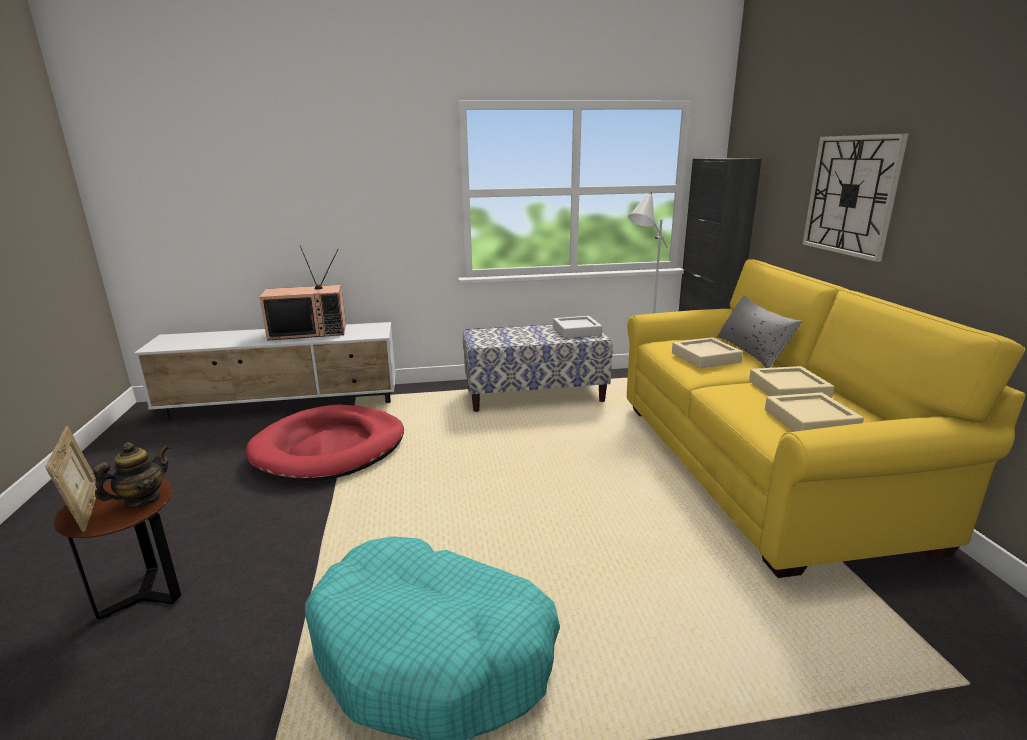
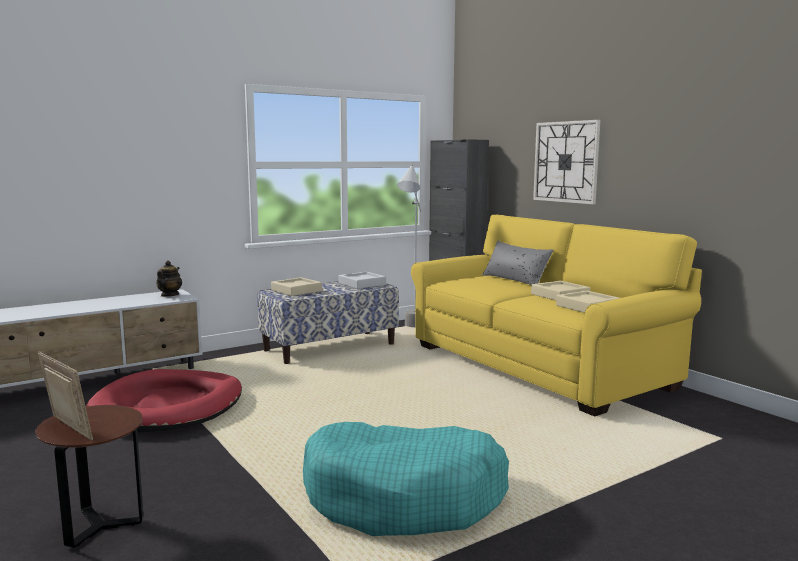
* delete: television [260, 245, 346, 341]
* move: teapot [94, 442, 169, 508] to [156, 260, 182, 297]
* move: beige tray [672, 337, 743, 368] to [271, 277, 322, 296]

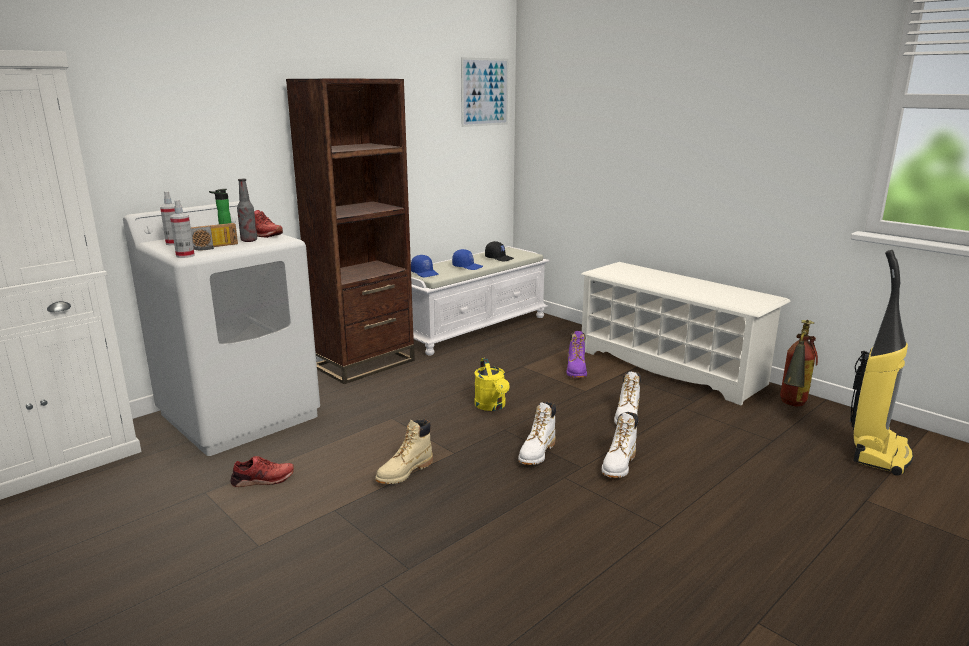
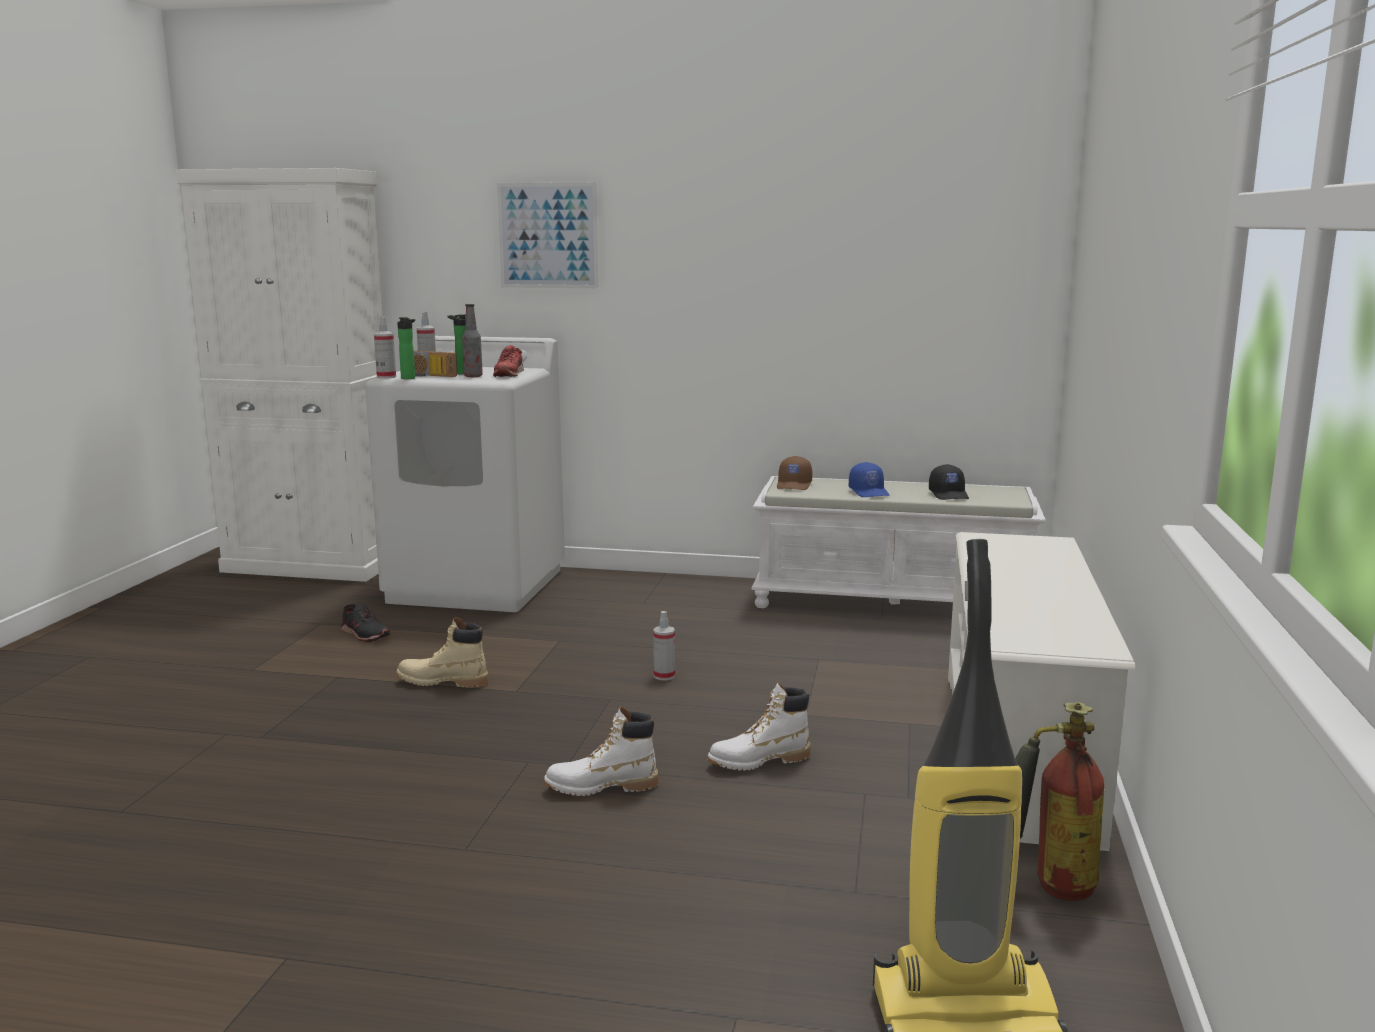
* delete: brown bookcase [286, 78, 415, 384]
* delete: white boot [518, 402, 556, 465]
* delete: purple boot [567, 331, 587, 378]
* insert: bottle [397, 317, 415, 379]
* move: picture [461, 57, 508, 127] to [497, 183, 598, 288]
* replace: yellow watering can [474, 358, 510, 411] to spray bottle [653, 611, 675, 680]
* recolor: red shoe [231, 456, 294, 487] to black shoe [341, 604, 390, 642]
* recolor: blue cap [411, 255, 439, 277] to brown cap [777, 456, 812, 490]

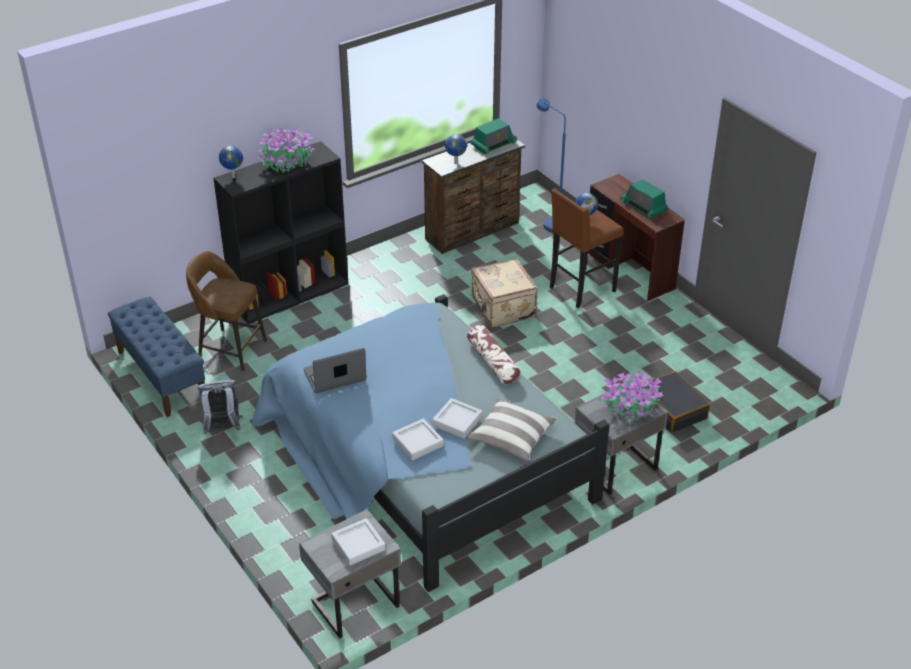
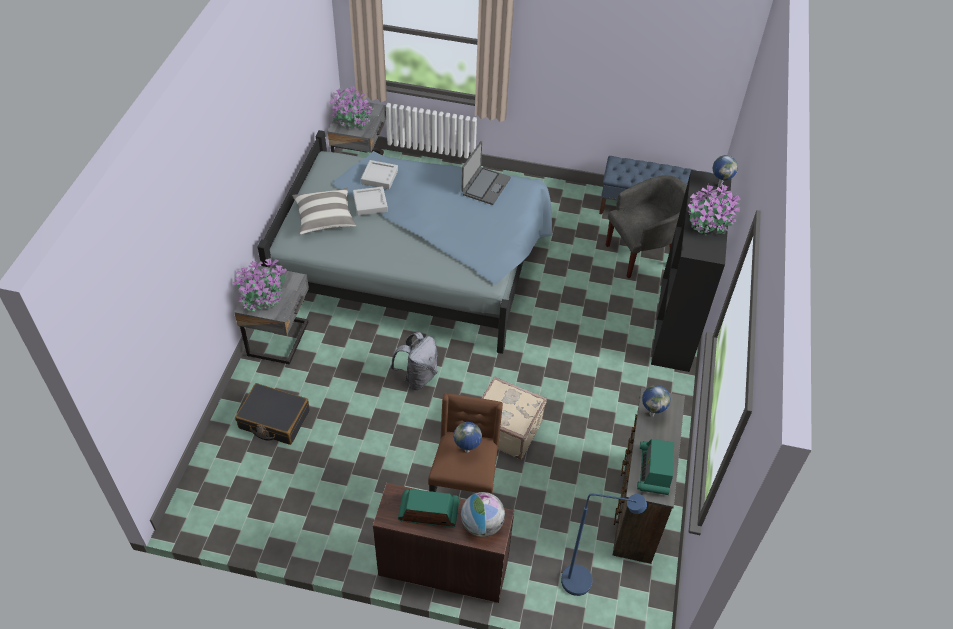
* delete: pillow [467, 325, 521, 384]
* insert: globe [461, 492, 505, 537]
* move: grey backpack [198, 379, 243, 434] to [390, 332, 438, 390]
* replace: brown stool [186, 251, 267, 371] to grey armchair [606, 175, 687, 278]
* replace: grey tray [331, 518, 385, 565] to potted plant [330, 86, 374, 129]

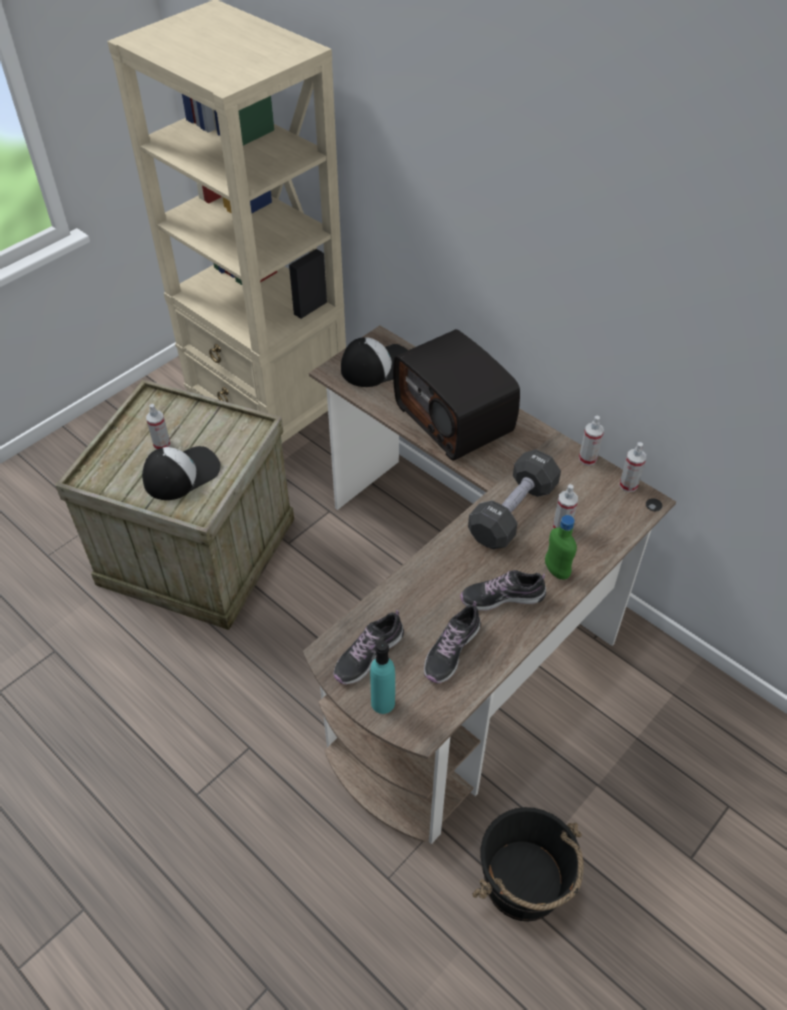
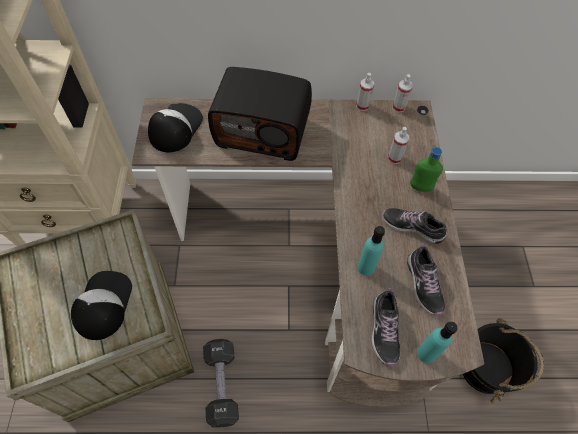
* delete: spray bottle [146, 404, 170, 450]
* insert: turquoise bottle [358, 226, 385, 276]
* move: black dumbbell [468, 449, 561, 549] to [203, 339, 239, 428]
* rotate: shoe [460, 570, 546, 611] = [382, 208, 448, 244] 75 degrees clockwise

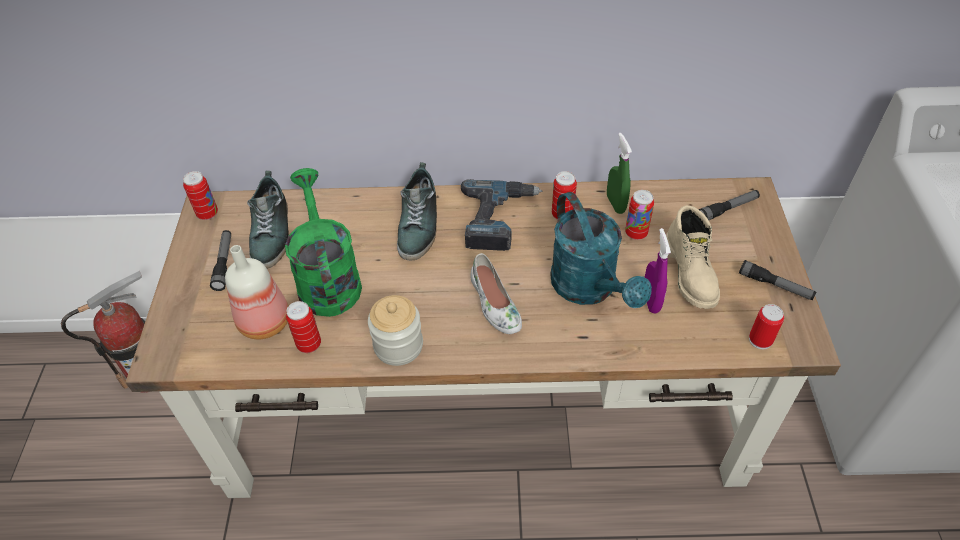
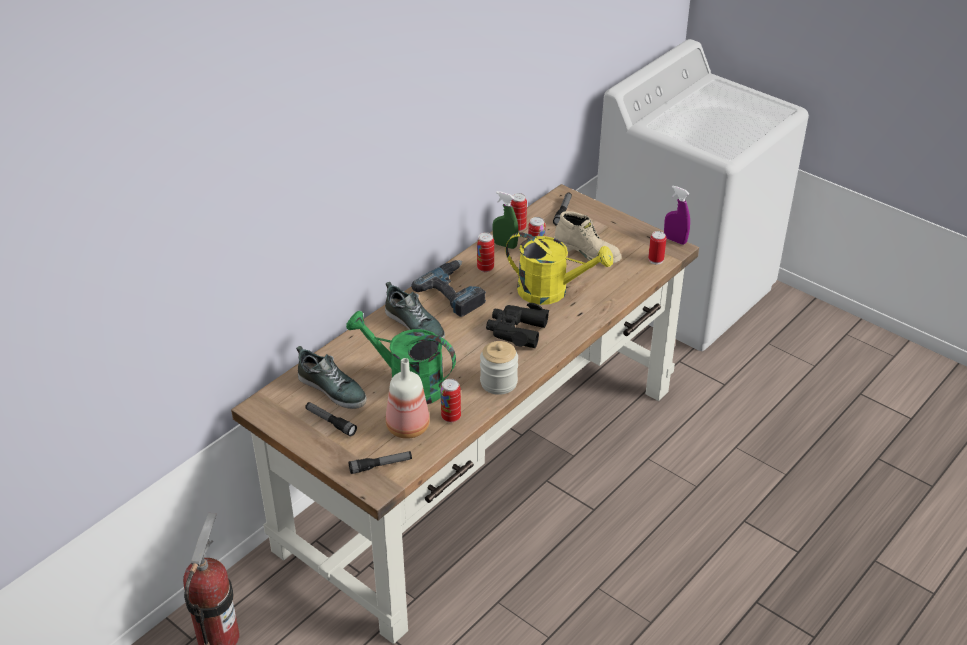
* move: can [183, 171, 218, 220] to [511, 193, 527, 232]
* move: purple spray bottle [645, 228, 671, 314] to [664, 185, 690, 245]
* move: flashlight [739, 260, 816, 301] to [348, 451, 412, 474]
* replace: white shoe [470, 253, 522, 334] to black binoculars [486, 303, 549, 348]
* recolor: turquoise watering can [550, 192, 652, 308] to yellow watering can [505, 232, 613, 305]

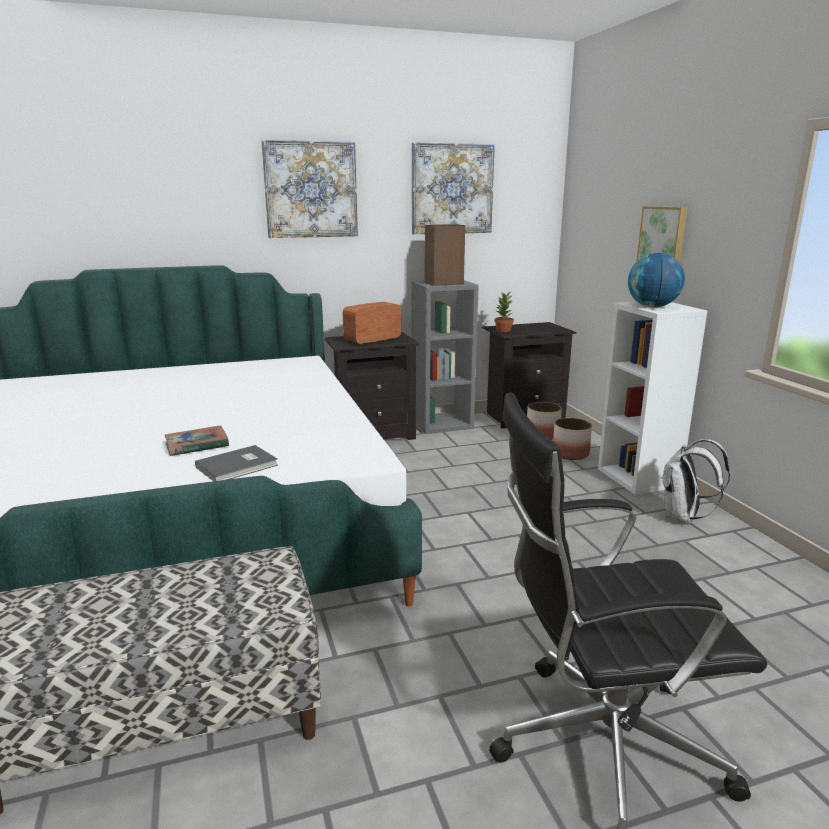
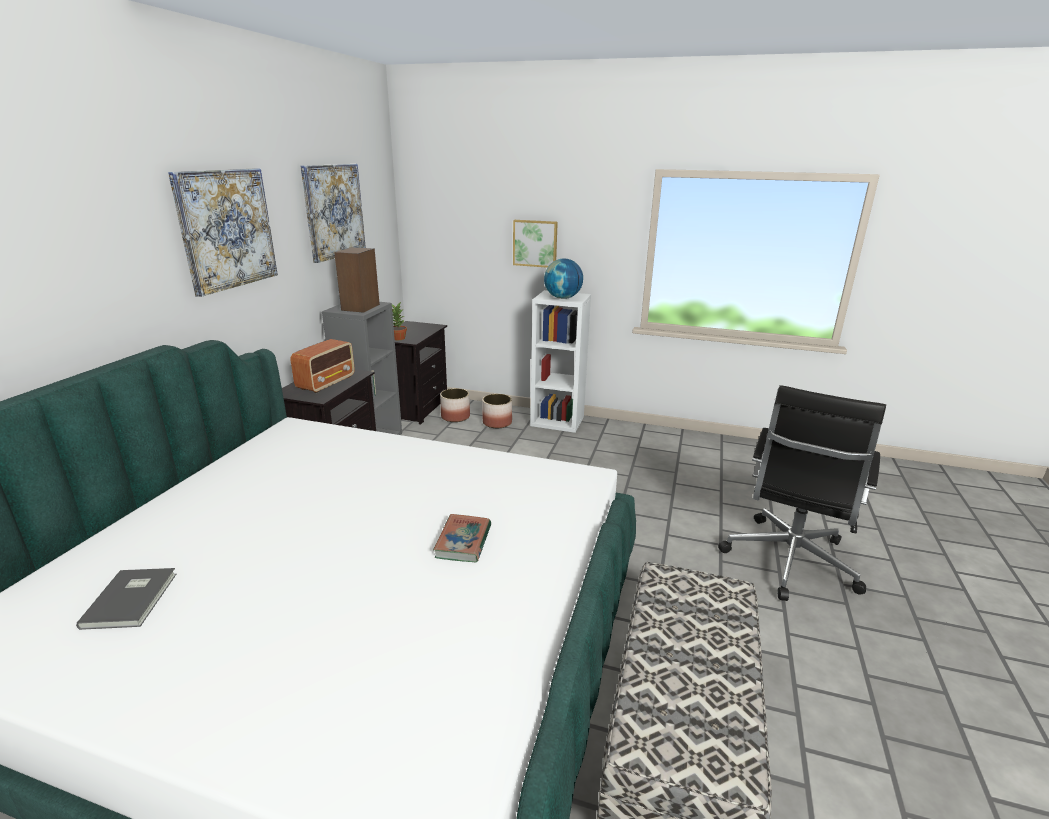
* delete: white backpack [662, 439, 730, 523]
* move: grey book [195, 445, 278, 481] to [76, 568, 176, 630]
* rotate: radio [343, 302, 401, 345] = [291, 339, 354, 393] 150 degrees counterclockwise

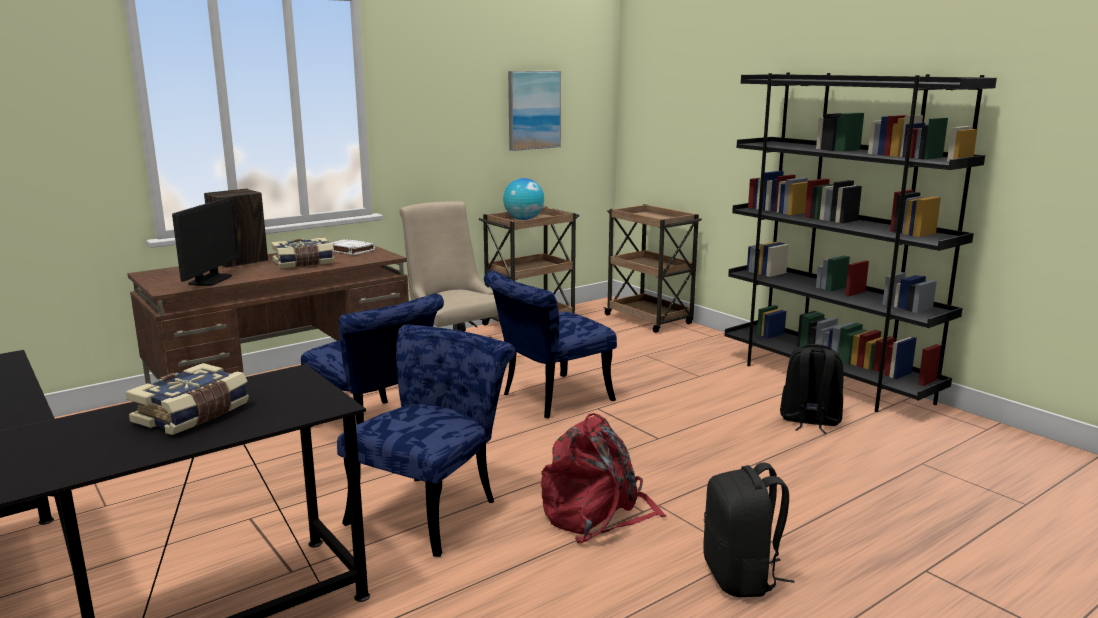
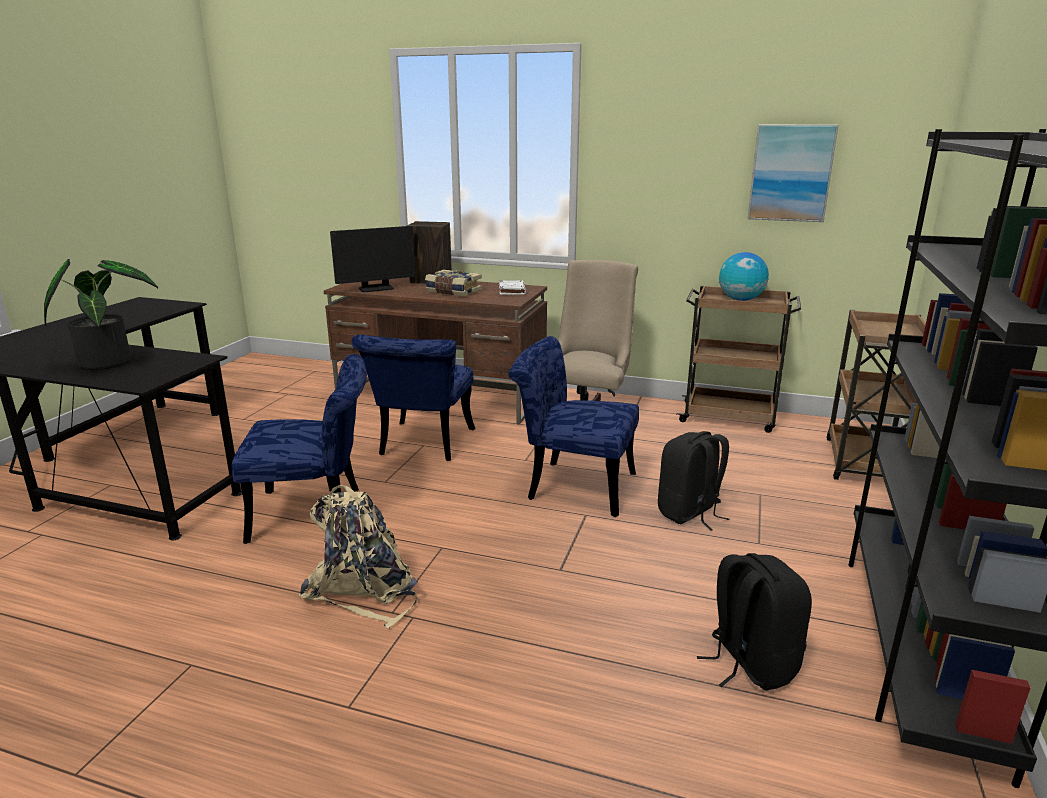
* move: black backpack [703, 463, 794, 597] to [658, 431, 730, 531]
* replace: book [125, 363, 249, 435] to potted plant [44, 259, 158, 370]
* recolor: red backpack [541, 413, 667, 543] to beige backpack [299, 485, 418, 628]

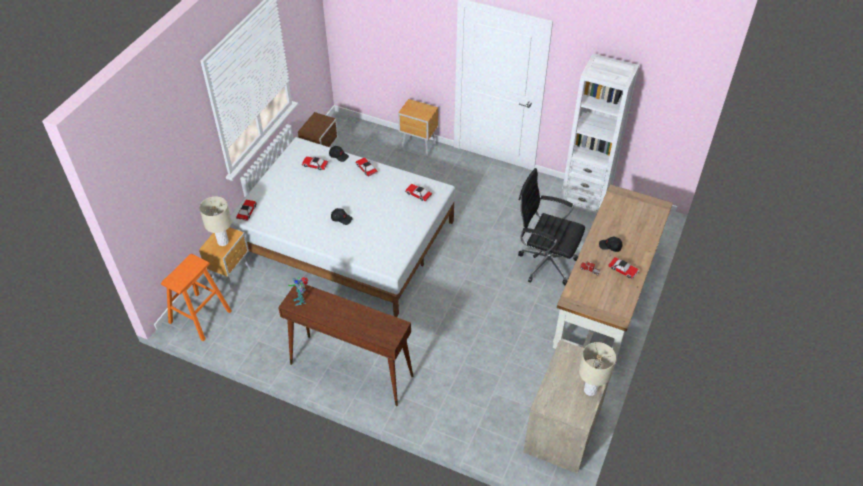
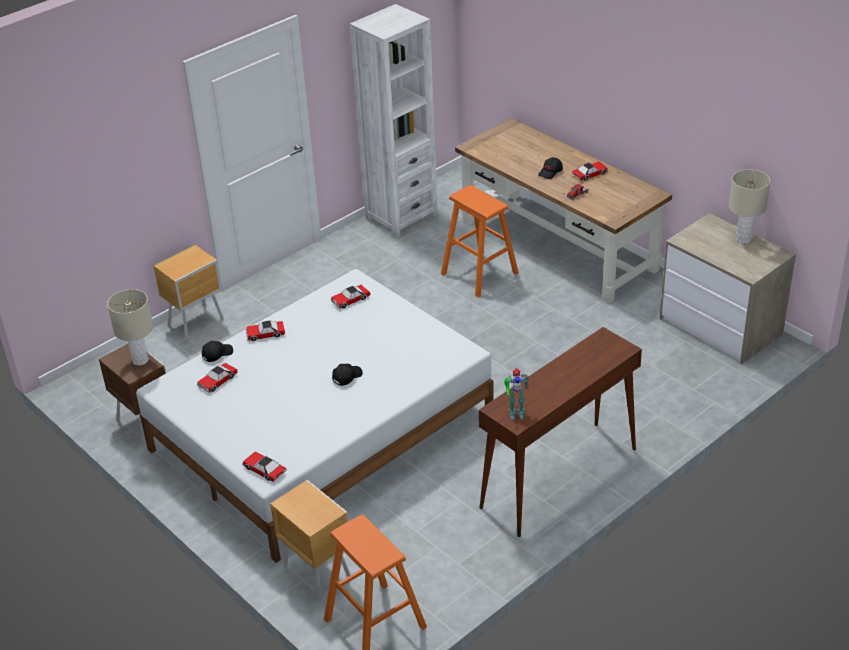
* move: beige table lamp [199, 196, 232, 246] to [107, 289, 153, 365]
* replace: black office chair [518, 168, 585, 286] to orange stool [441, 185, 519, 297]

